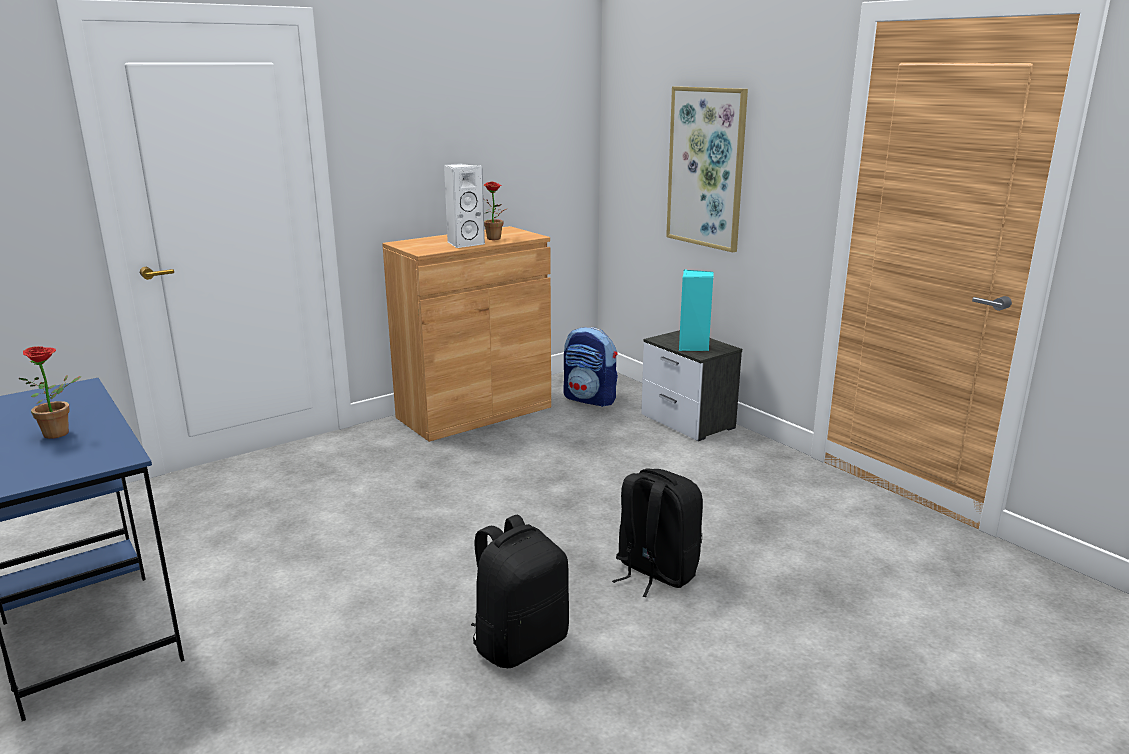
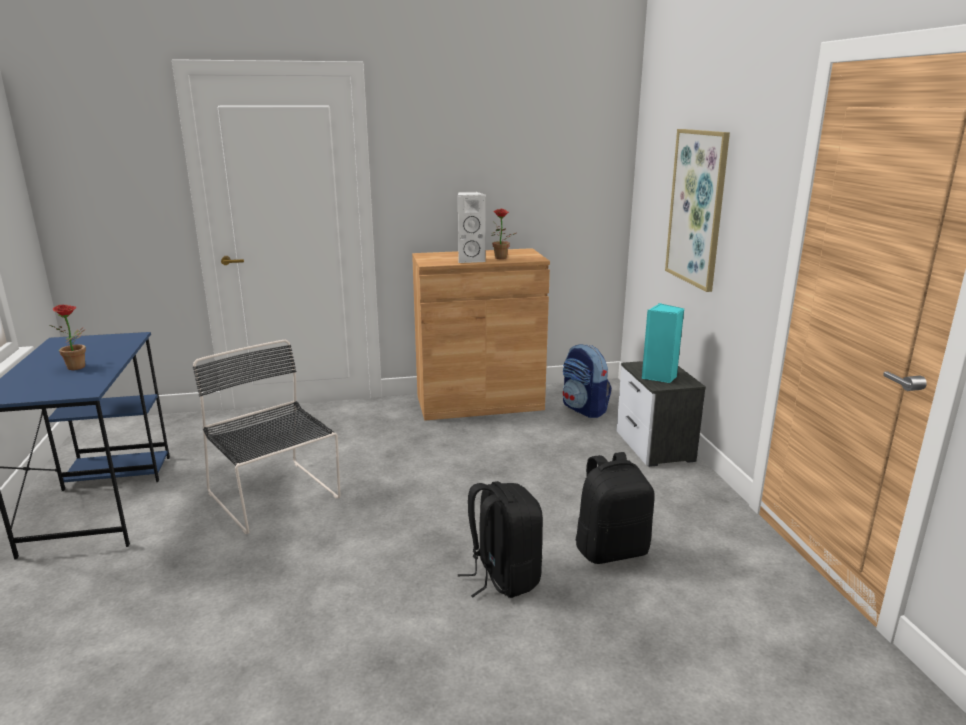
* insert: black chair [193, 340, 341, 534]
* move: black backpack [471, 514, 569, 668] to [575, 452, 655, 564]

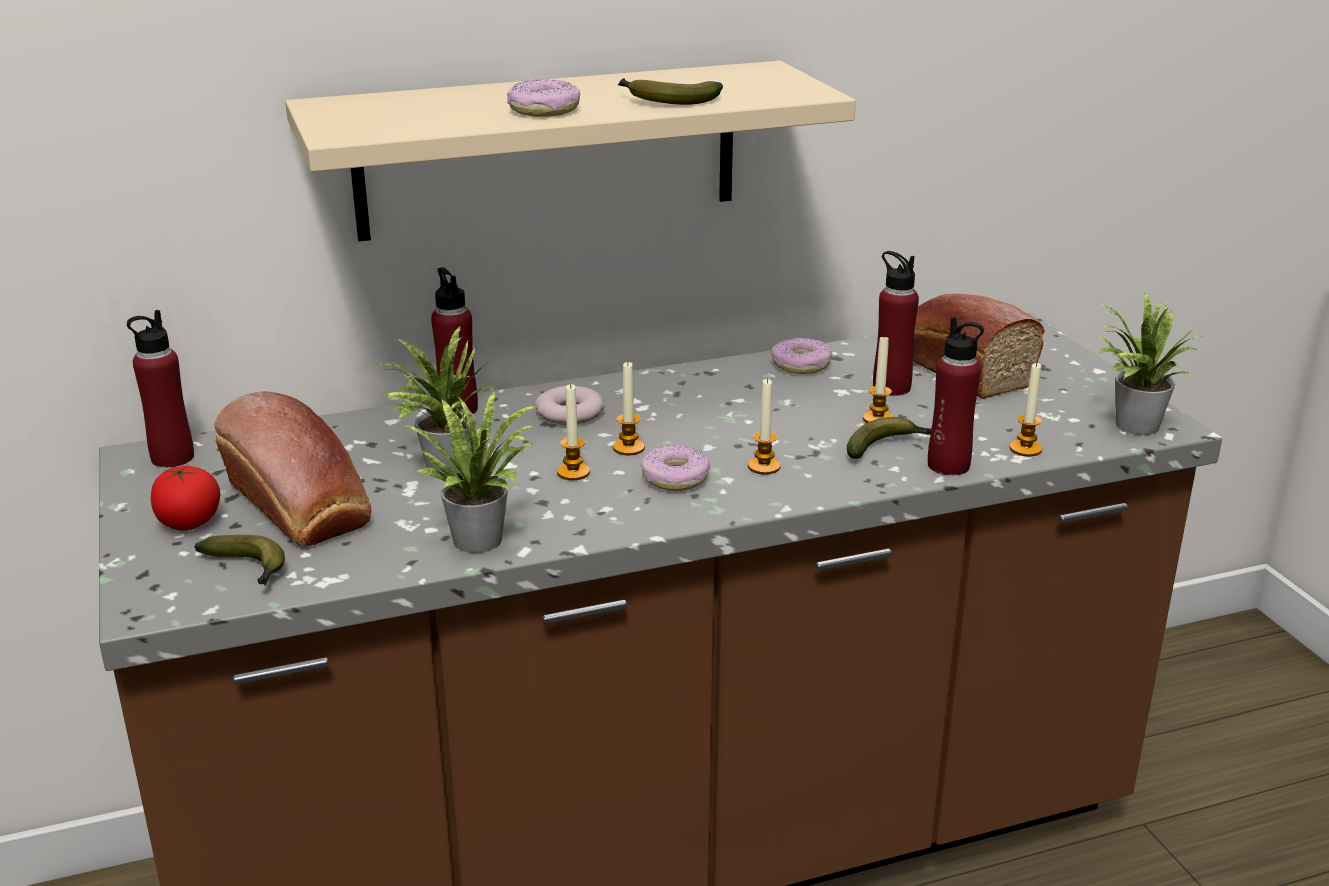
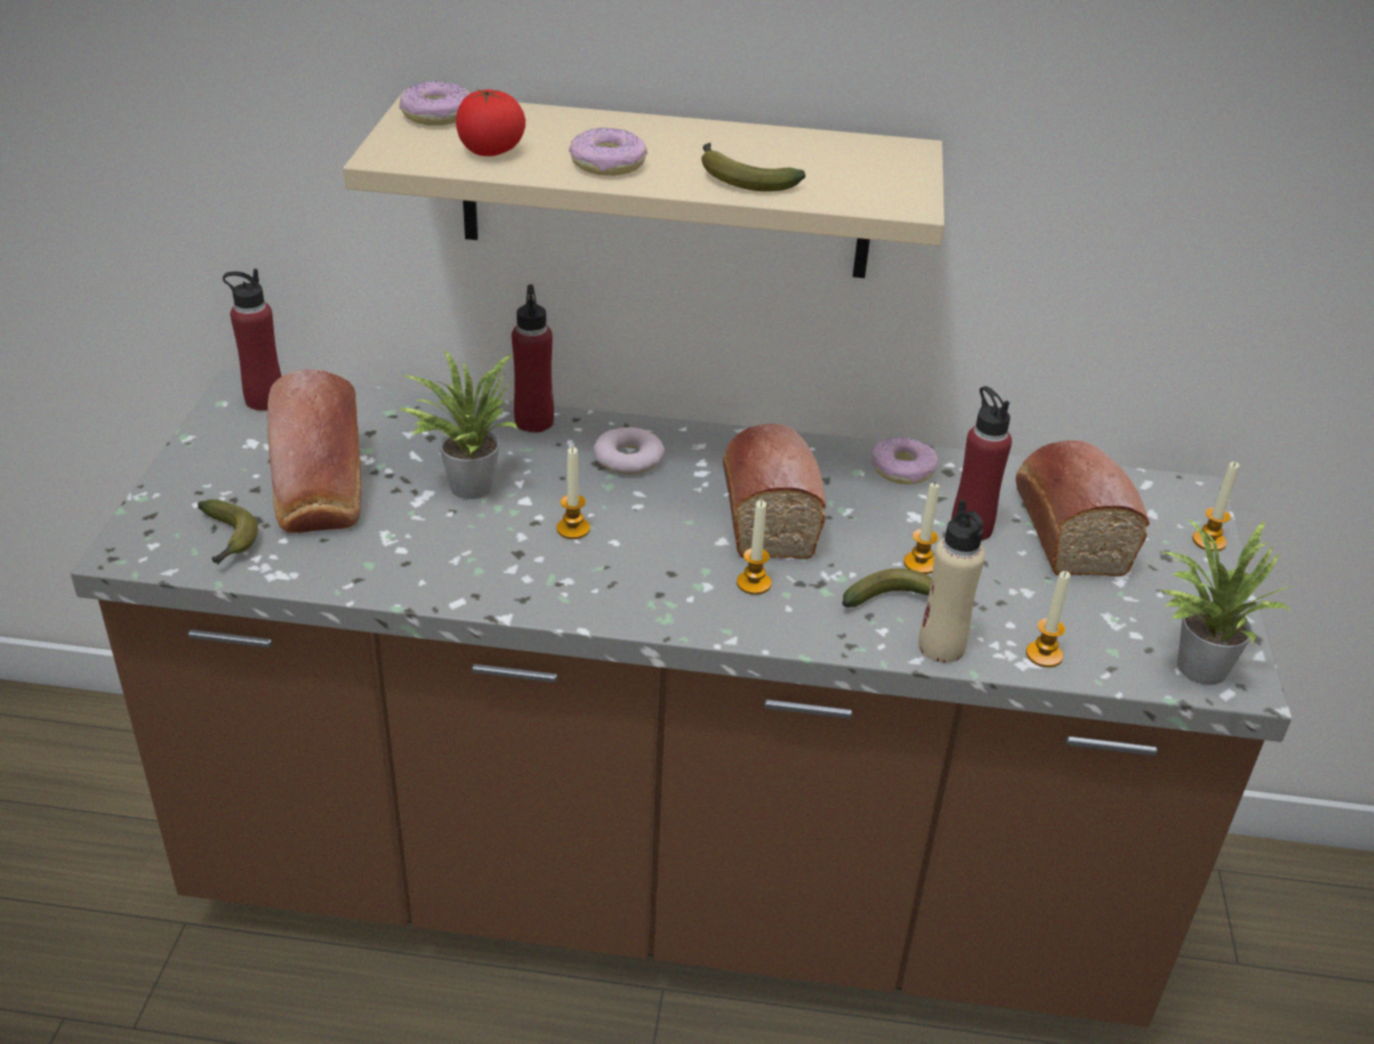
* delete: potted plant [403, 392, 539, 553]
* insert: bread [723, 424, 826, 559]
* move: tomato [151, 465, 220, 531] to [456, 89, 526, 156]
* move: candle [613, 362, 645, 455] to [1192, 461, 1239, 552]
* move: donut [641, 445, 710, 491] to [399, 81, 470, 126]
* recolor: red bottle [928, 317, 984, 475] to beige bottle [918, 499, 985, 663]

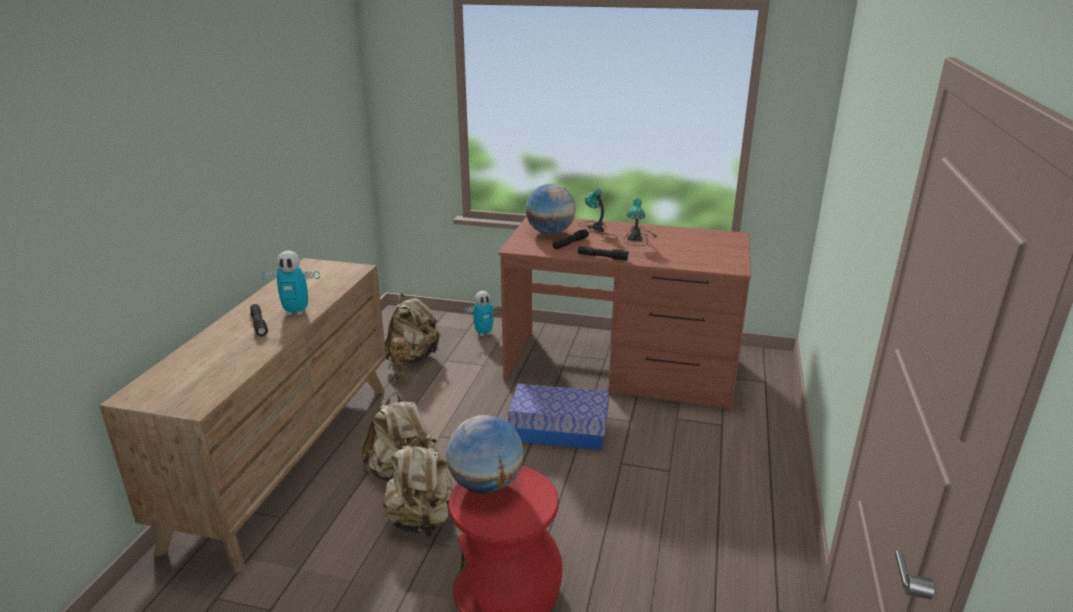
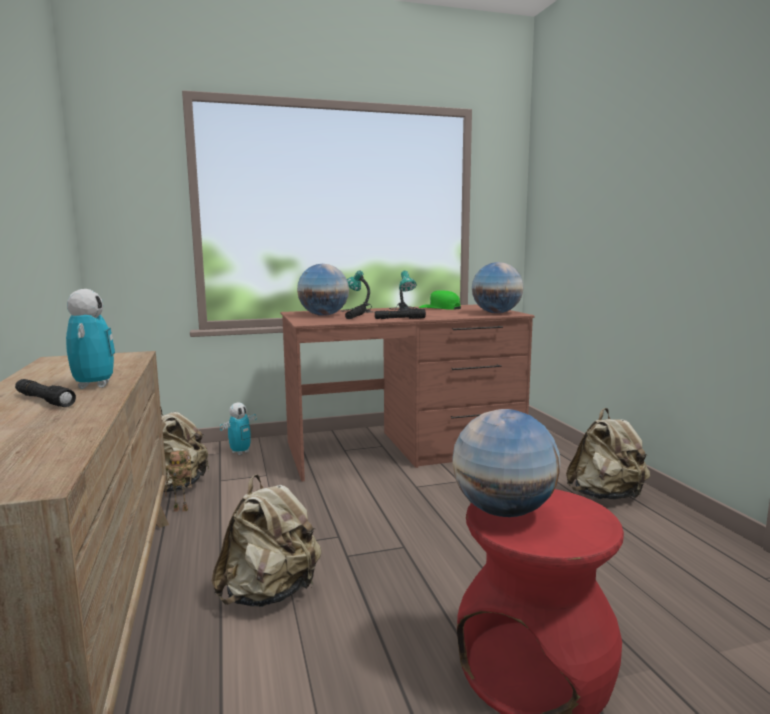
* delete: storage box [508, 384, 609, 450]
* insert: green cap [419, 290, 461, 310]
* insert: globe [472, 262, 524, 313]
* move: beige backpack [383, 435, 452, 537] to [566, 408, 650, 500]
* rotate: toy robot [261, 251, 320, 315] = [66, 289, 115, 389] 75 degrees counterclockwise

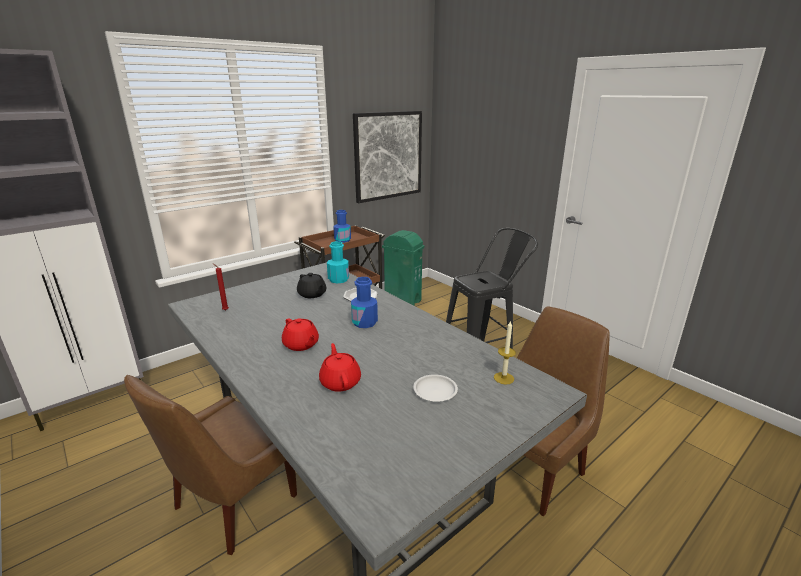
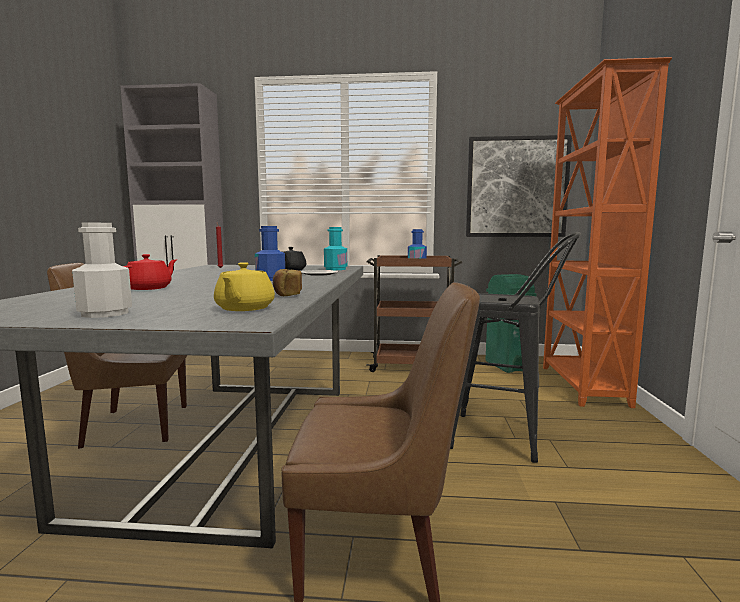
* delete: red teapot [282, 318, 319, 351]
* delete: white plate [413, 374, 458, 402]
* insert: white bottle [72, 223, 132, 318]
* insert: bread [273, 269, 302, 296]
* insert: orange bookcase [543, 57, 672, 408]
* replace: candle [494, 320, 516, 385] to yellow teapot [214, 262, 275, 311]

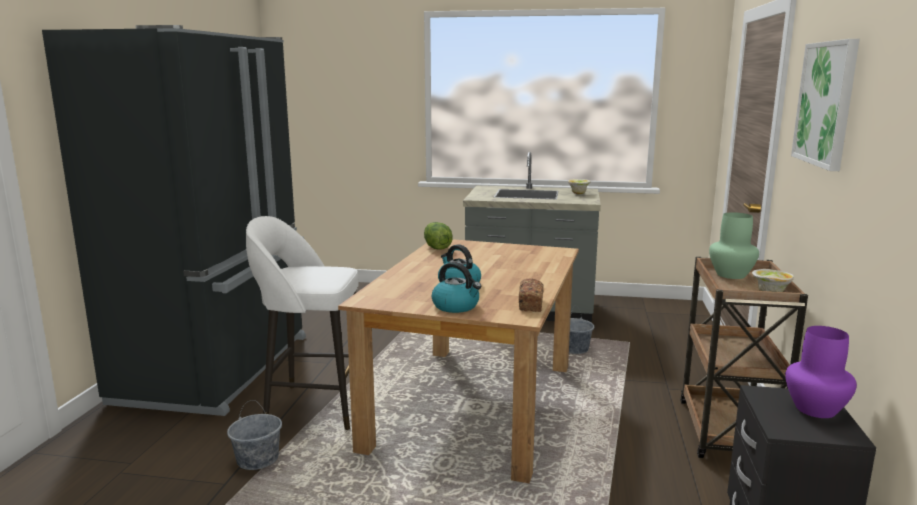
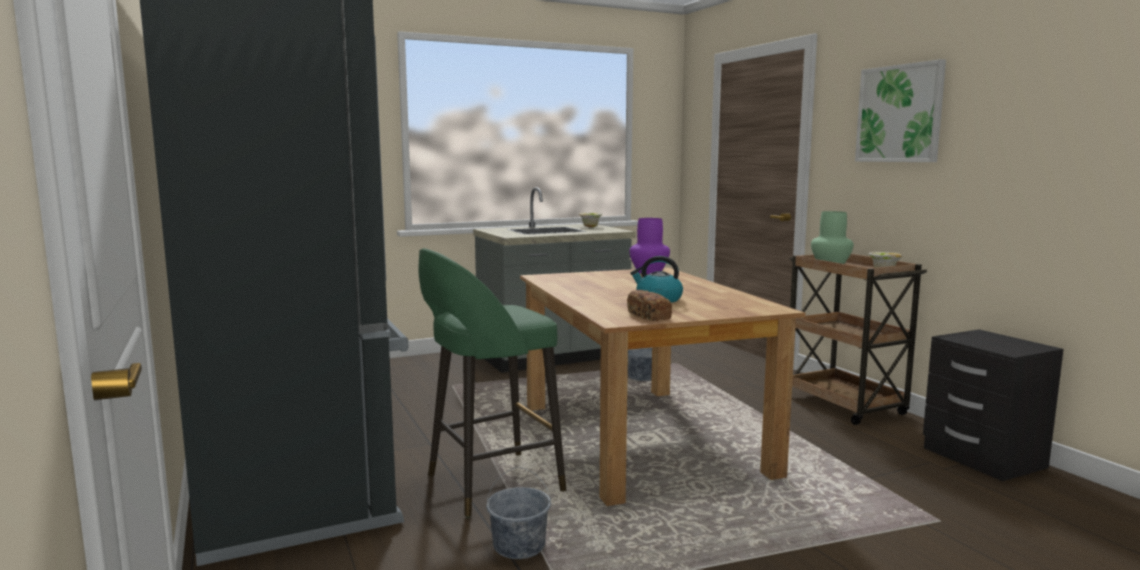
* delete: lettuce [424, 222, 452, 249]
* delete: kettle [432, 262, 481, 313]
* move: bread [519, 279, 544, 312] to [627, 290, 672, 321]
* move: purple vase [785, 326, 857, 418] to [629, 218, 670, 274]
* recolor: white stool [246, 216, 358, 430] to green stool [418, 248, 566, 518]

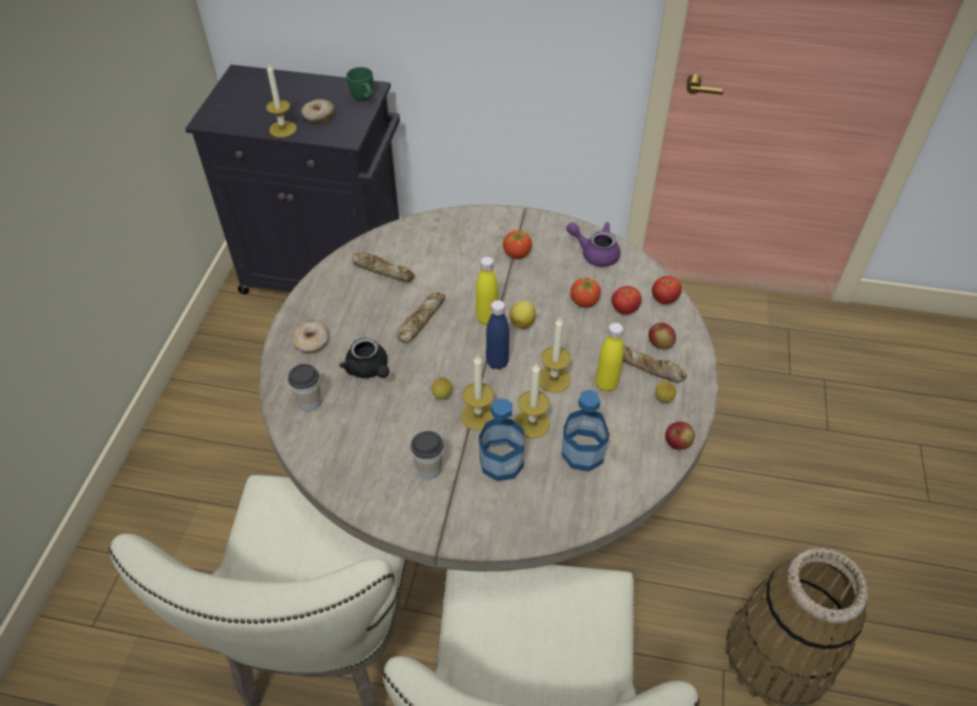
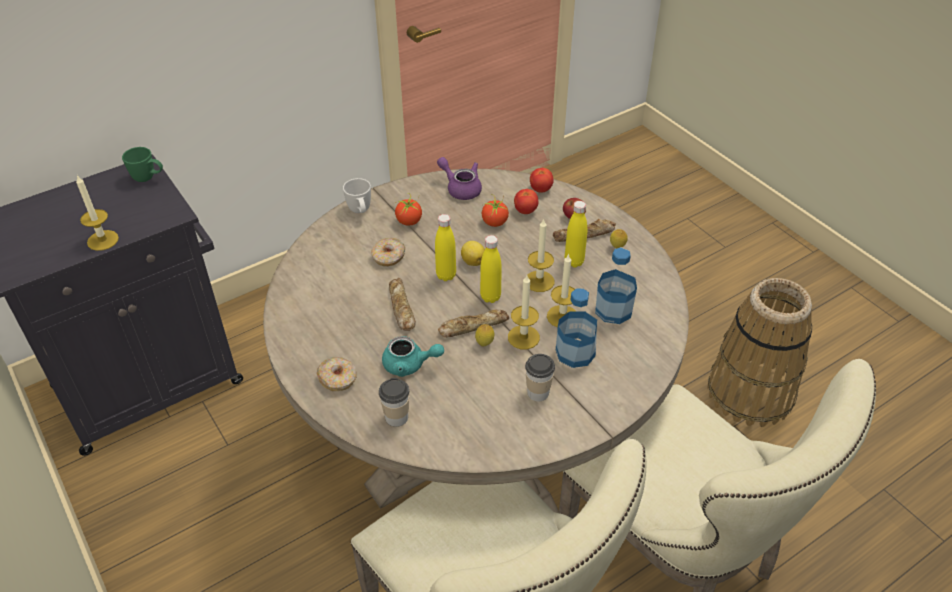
* delete: apple [665, 422, 695, 450]
* insert: white mug [343, 178, 371, 213]
* move: donut [301, 99, 334, 123] to [371, 238, 405, 266]
* move: bread [352, 252, 415, 282] to [438, 309, 509, 338]
* recolor: black teapot [339, 338, 389, 378] to turquoise teapot [382, 336, 444, 377]
* recolor: blue bottle [486, 300, 509, 370] to yellow bottle [480, 235, 502, 303]
* rotate: purple teapot [566, 222, 620, 267] = [437, 157, 482, 200] 60 degrees clockwise

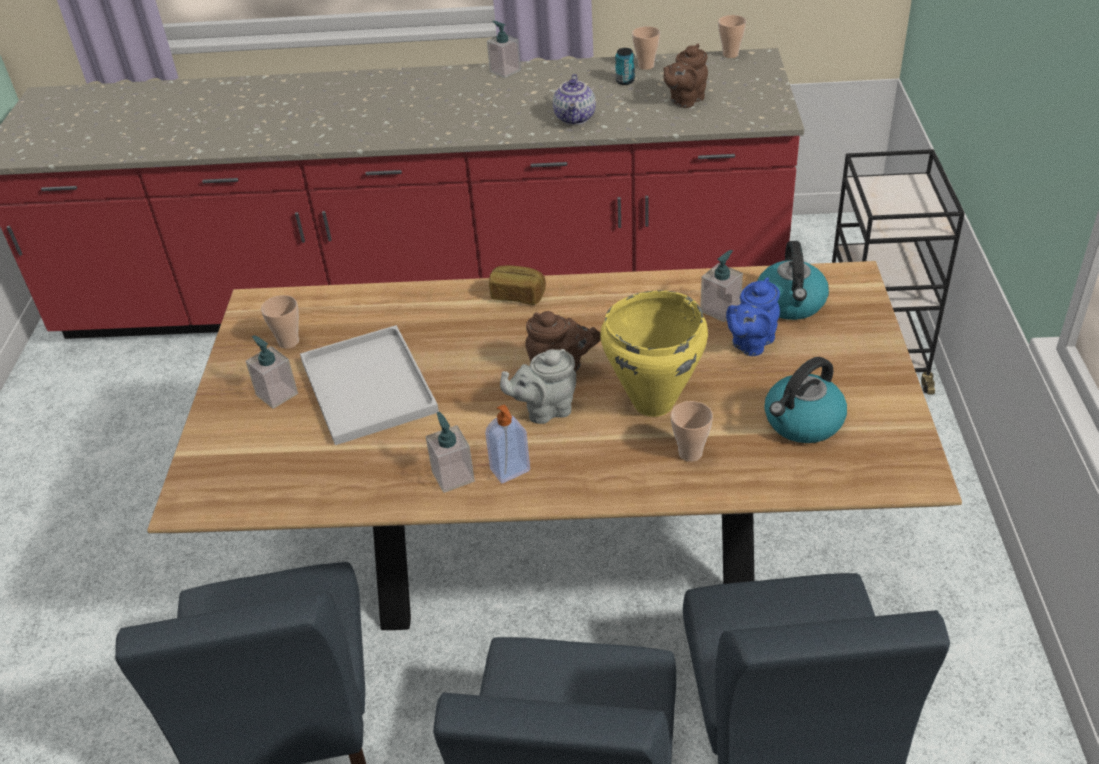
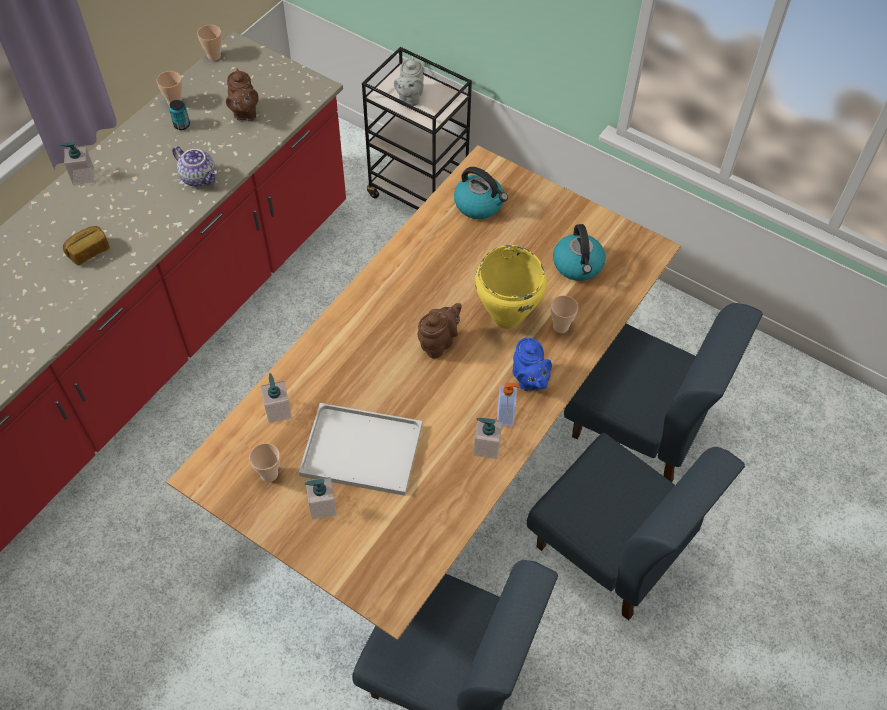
* move: bread [489, 265, 546, 305] to [63, 226, 110, 266]
* move: grey teapot [500, 349, 576, 424] to [394, 57, 424, 106]
* move: soap dispenser [700, 250, 743, 322] to [261, 373, 292, 423]
* move: blue teapot [726, 277, 780, 356] to [513, 338, 552, 391]

